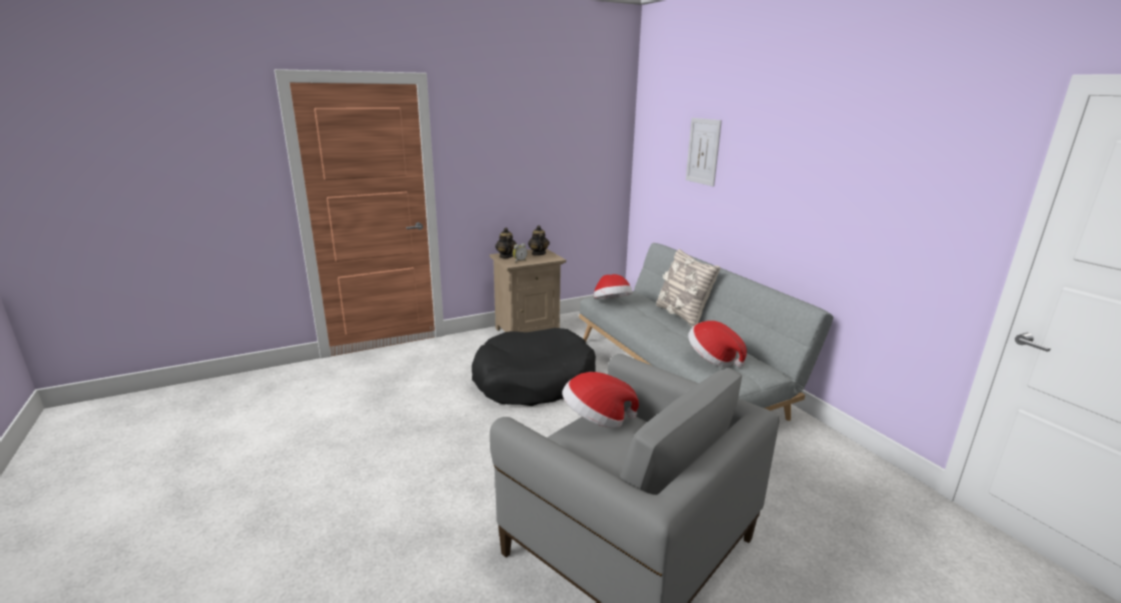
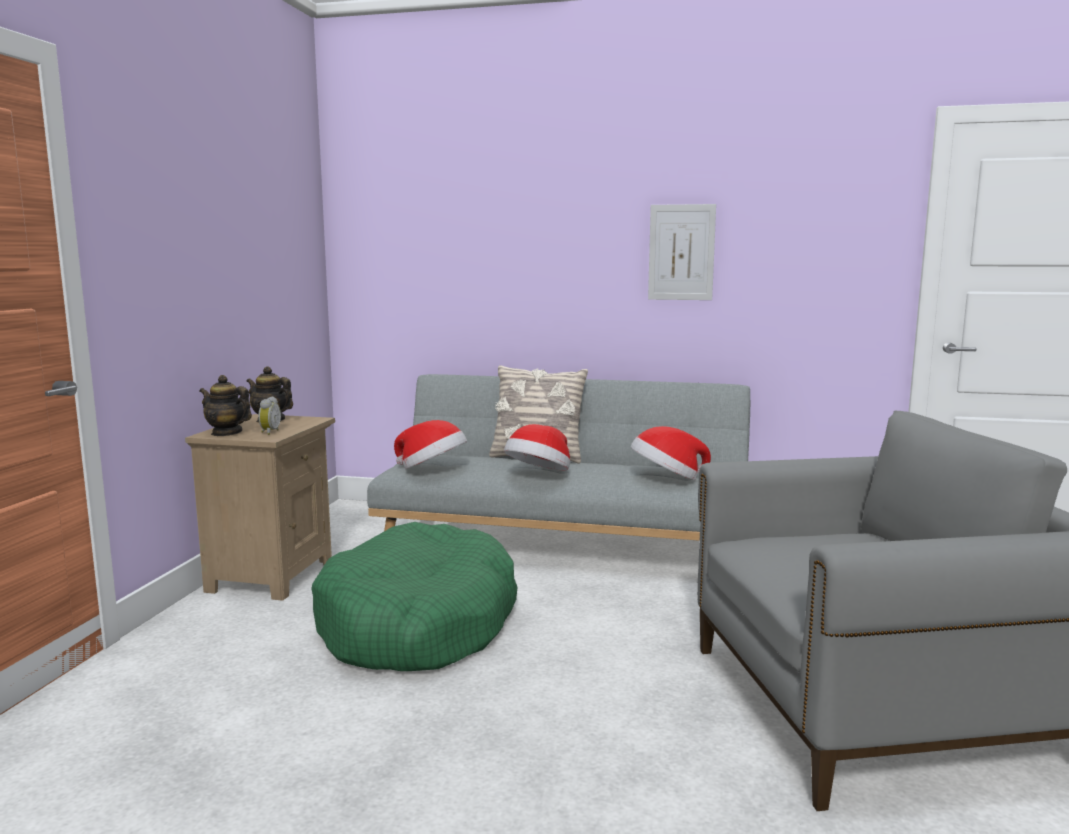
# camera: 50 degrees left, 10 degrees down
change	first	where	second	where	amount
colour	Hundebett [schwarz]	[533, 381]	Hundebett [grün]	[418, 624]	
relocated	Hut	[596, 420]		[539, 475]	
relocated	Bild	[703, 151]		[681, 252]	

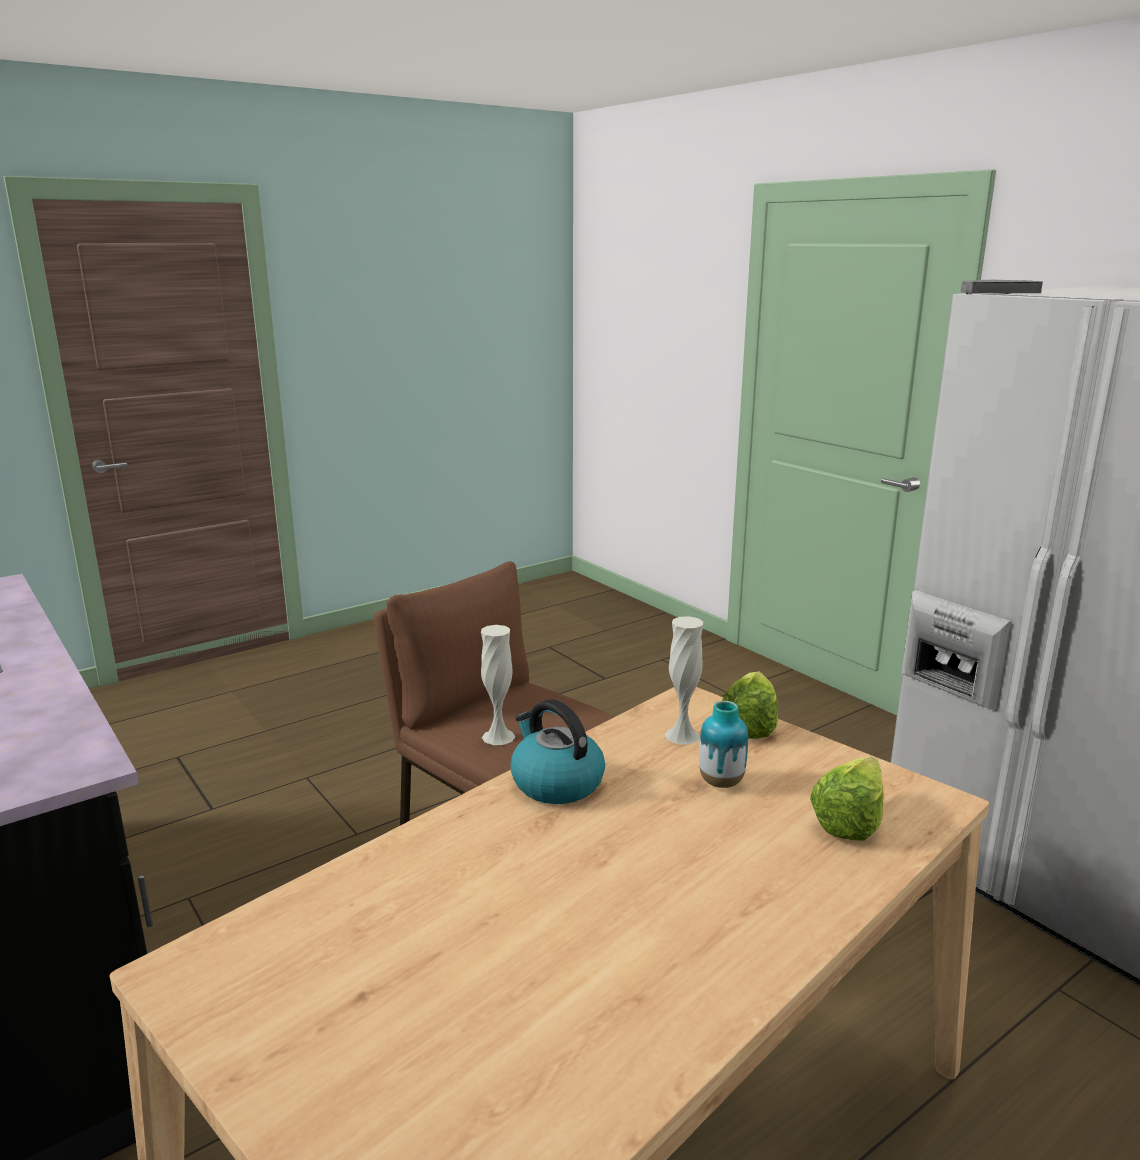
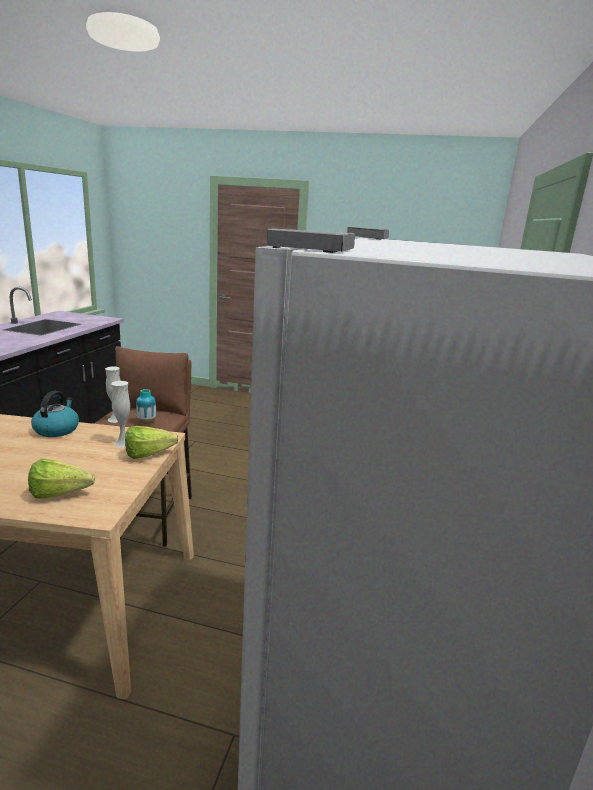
# camera: 50 degrees right, 0 degrees up
change	first	where	second	where	amount
relocated	Vase	[721, 782]		[146, 423]	

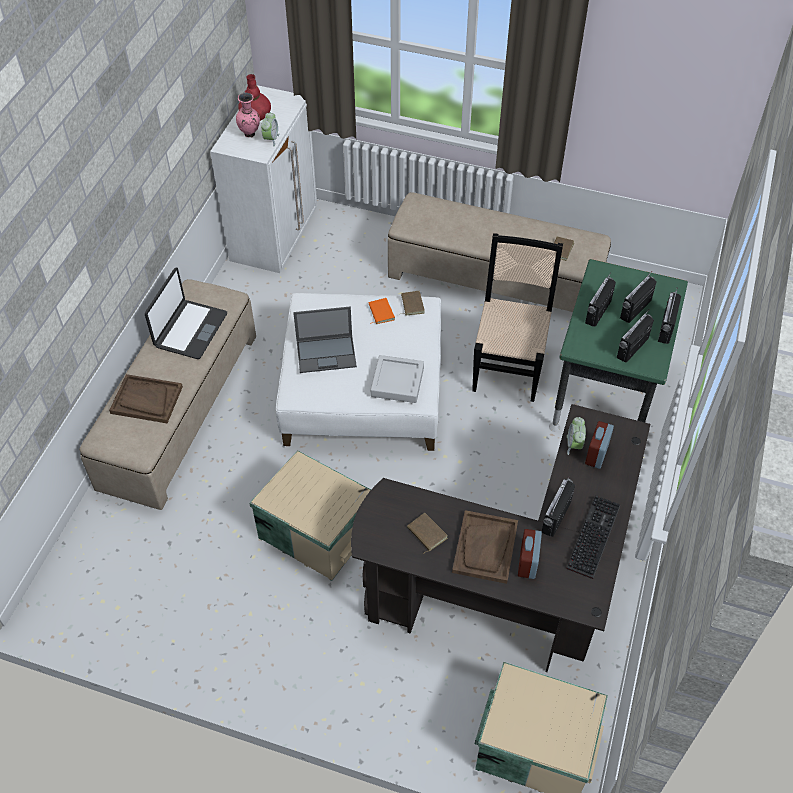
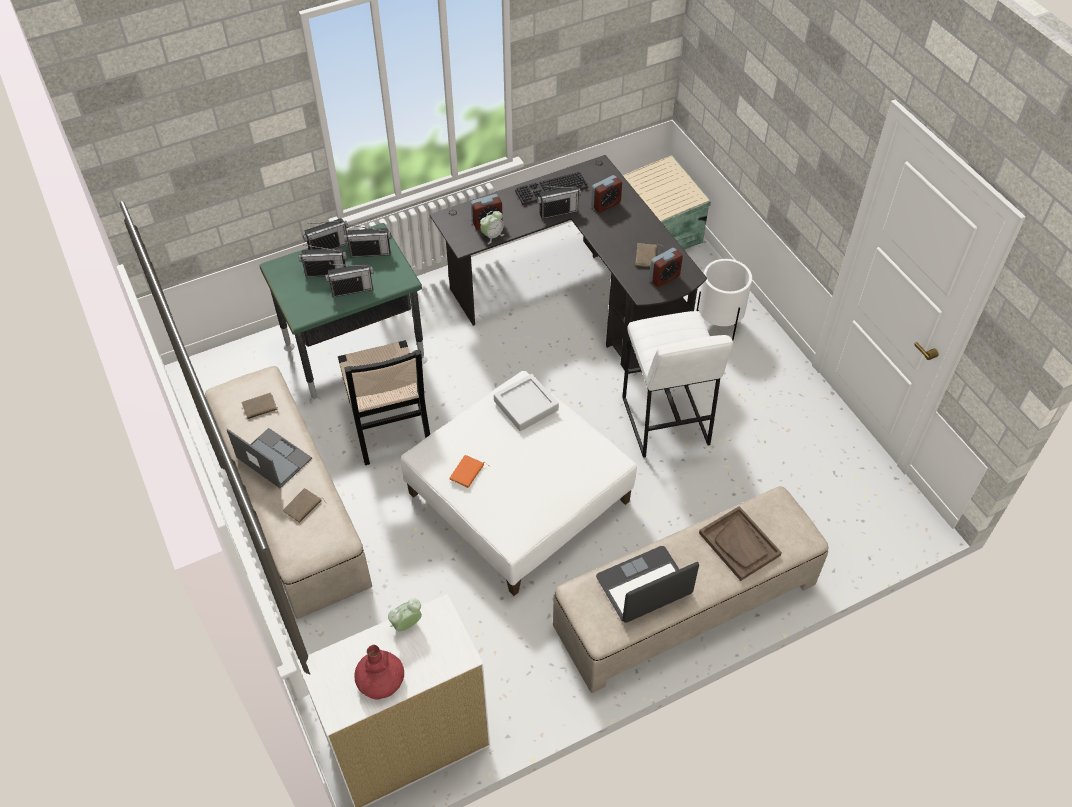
# camera: 135 degrees left, 0 degrees up
change	first	where	second	where	amount
missing	Vase [rosa]	[250, 135]			
exchanged	Aufbewahrungsbox [beige]	[316, 529]	Hocker [weiß]	[666, 422]	
relocated	Laptop	[327, 353]		[273, 458]	
relocated	Buch [braun]	[411, 304]		[303, 507]	
missing	Tablett [braun]	[485, 548]			
spun	Stuhl	[509, 366]		[389, 425]	75 degrees counterclockwise
appeared			Wecker	[664, 278]	
appeared			Pflanzkübel [weiß]	[718, 324]	

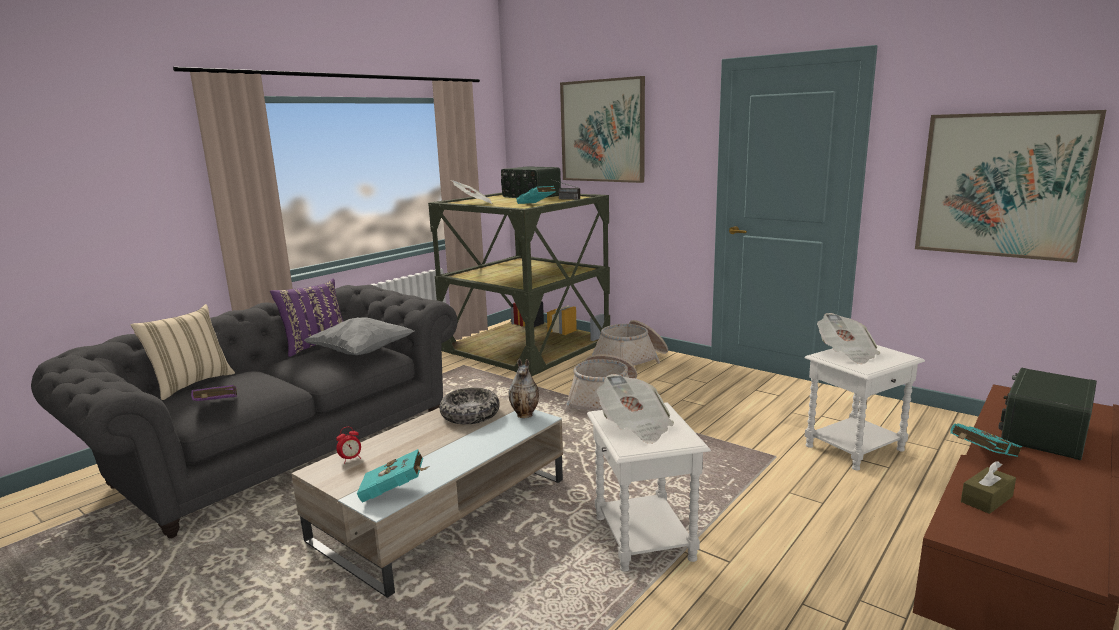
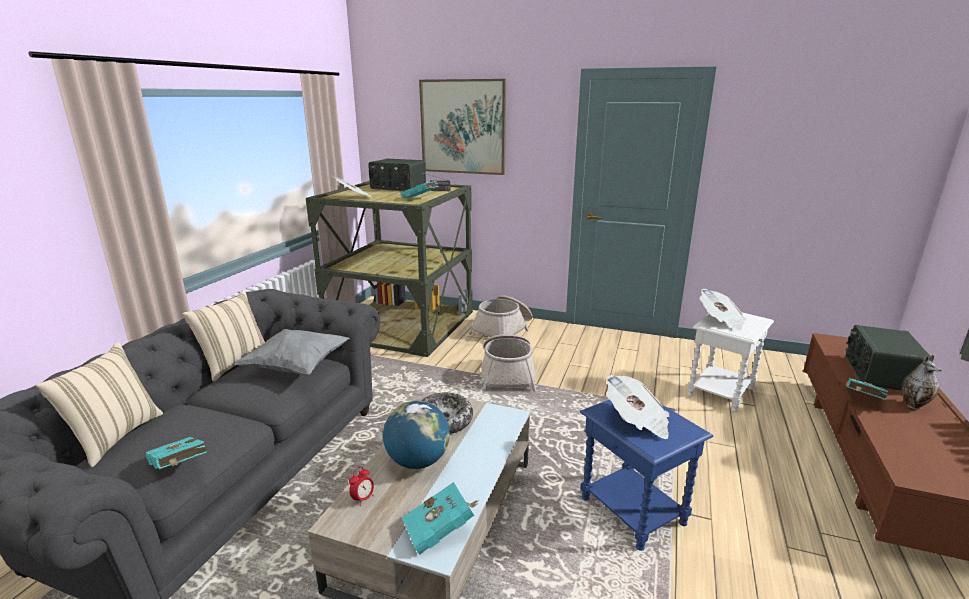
# camera: 20 degrees left, 5 degrees up
change	first	where	second	where	amount
colour	Buch [lila]	[216, 408]	Buch [türkis]	[179, 468]	
colour	Kissen [lila]	[315, 346]	Kissen [beige]	[234, 363]	
relocated	Vase	[525, 415]		[913, 405]	
colour	Beistelltisch [weiß]	[645, 537]	Beistelltisch [blau]	[633, 510]	
missing	Bild	[1002, 185]			
missing	Taschentuchbox [braun]	[986, 499]			
appeared			Globus	[417, 461]	

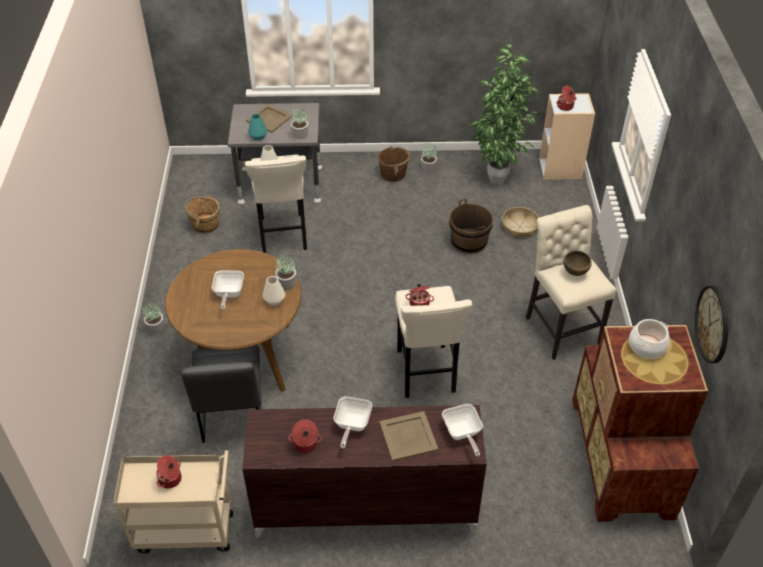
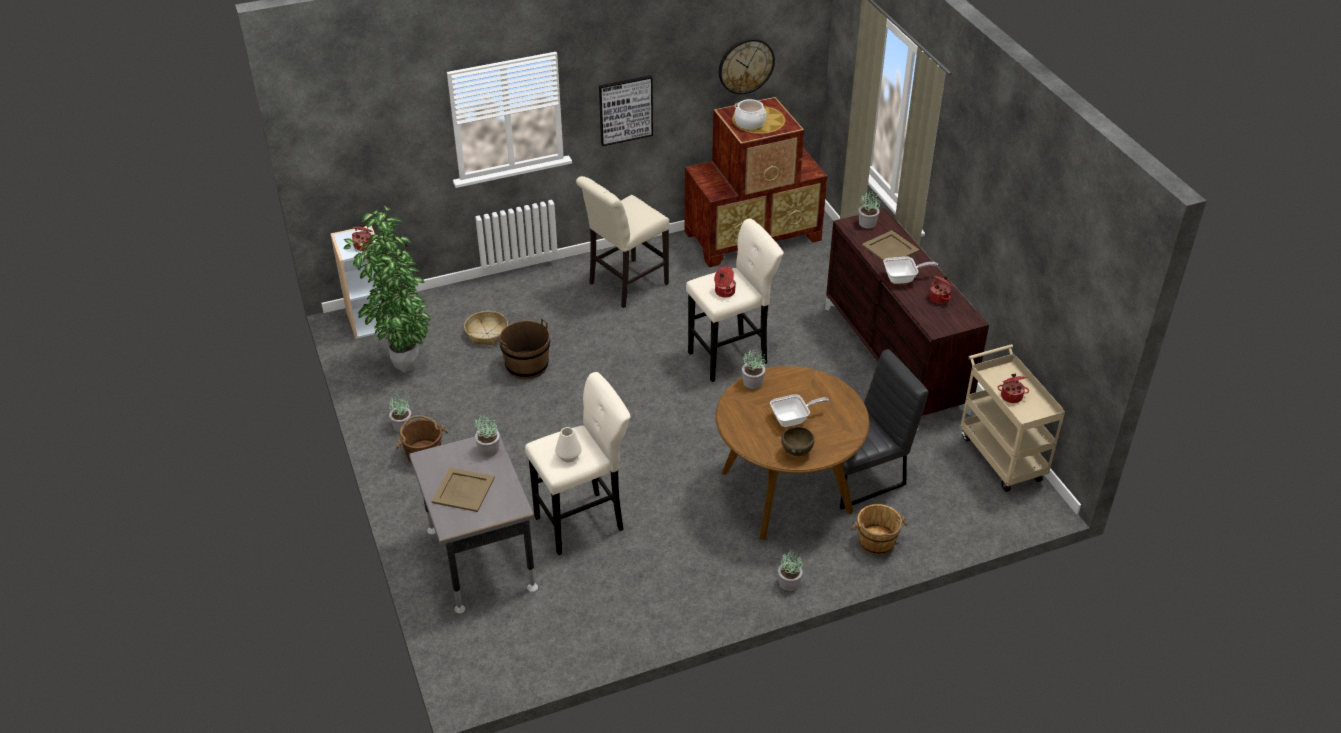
# camera: 110 degrees left, 5 degrees down
change	first	where	second	where	amount
relocated	Eimer [braun]	[205, 224]		[876, 542]	
missing	Vase [türkis]	[258, 136]			
missing	Vase [weiß]	[274, 300]			
exchanged	Pfanne	[462, 434]	Topfpflanze	[867, 223]	
relocated	Schüssel [braun]	[575, 273]		[797, 452]	
appeared			Bild	[625, 110]	

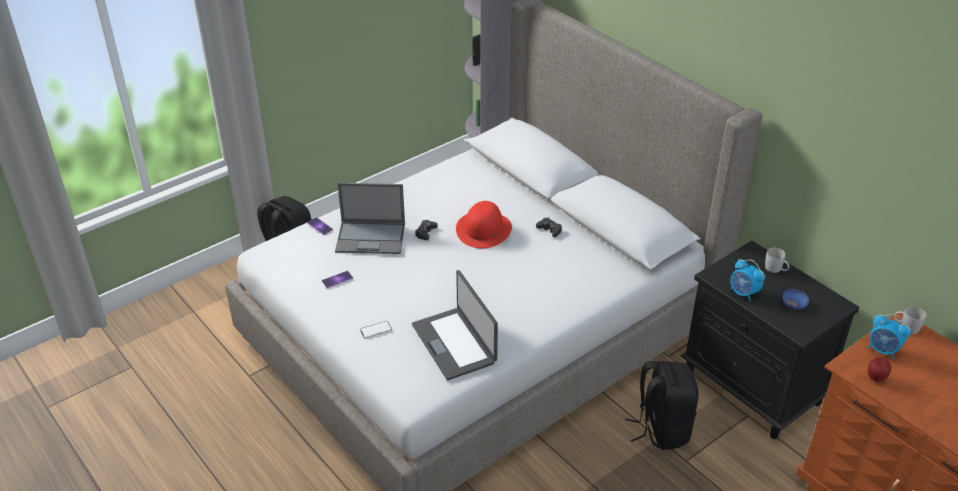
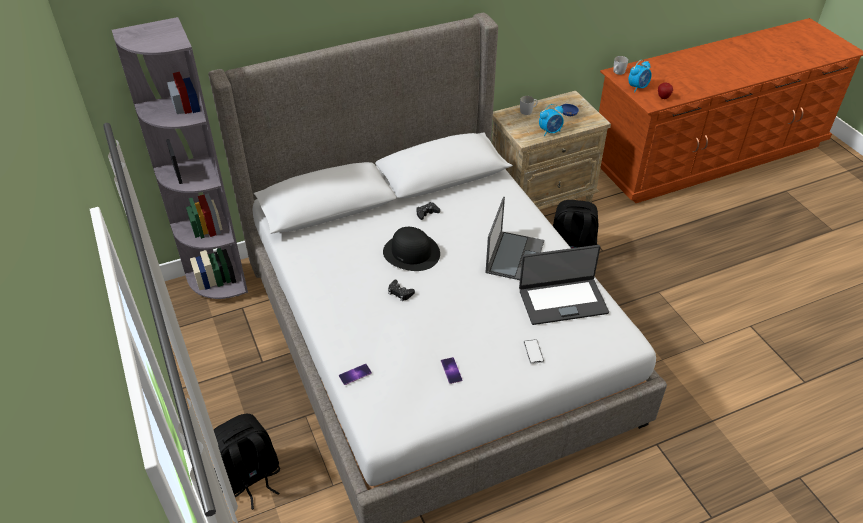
# camera: 75 degrees left, 5 degrees up
change	first	where	second	where	amount
relocated	Laptop	[371, 237]		[515, 256]	
colour	Hut [rot]	[484, 229]	Hut [schwarz]	[411, 252]	
colour	Nachttisch [schwarz]	[753, 388]	Nachttisch [beige]	[541, 198]	

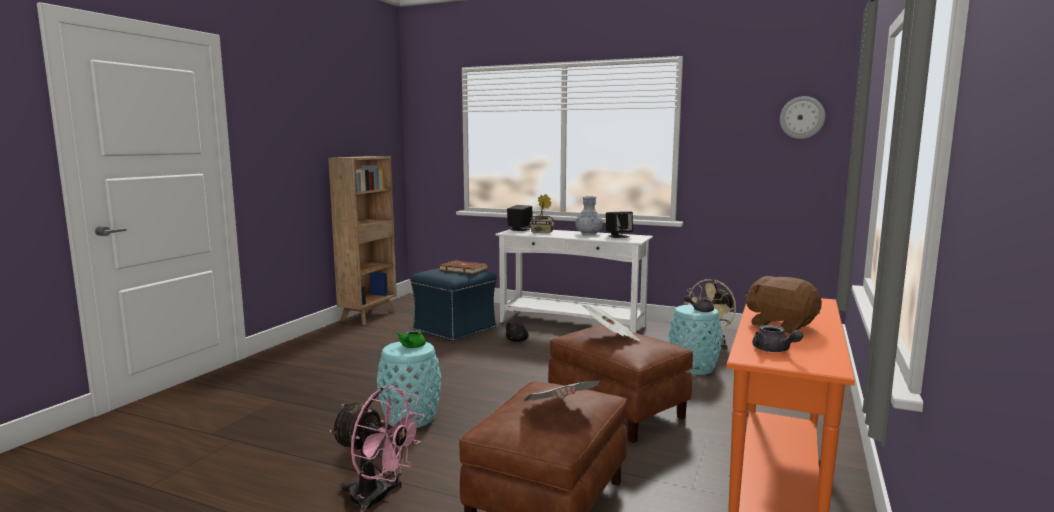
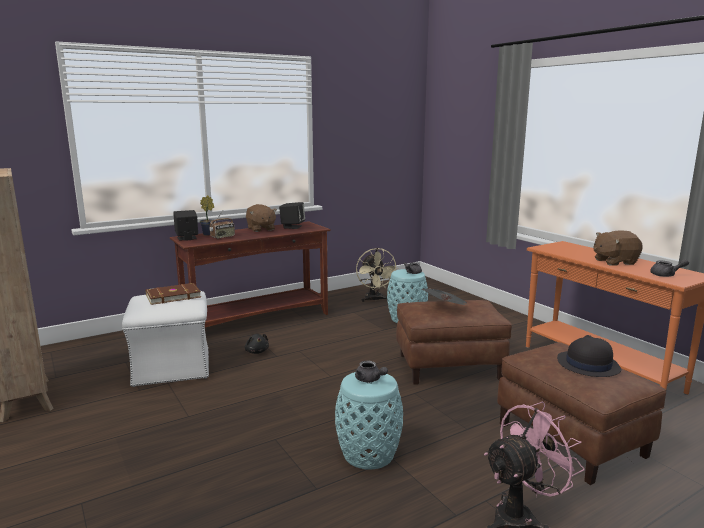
# camera: 55 degrees left, 5 degrees up
change	first	where	second	where	amount
colour	Teekanne [grün]	[411, 347]	Teekanne [grau]	[370, 380]	
colour	Polsterhocker [blau]	[455, 329]	Polsterhocker [weiß]	[173, 367]	
colour	Konsolentisch [weiß]	[572, 324]	Konsolentisch [braun]	[257, 320]	
exchanged	Zeitung	[560, 411]	Hut [schwarz]	[587, 364]	
exchanged	Vase	[588, 233]	Plüschtier [braun]	[260, 229]	
missing	Wanduhr	[802, 117]			

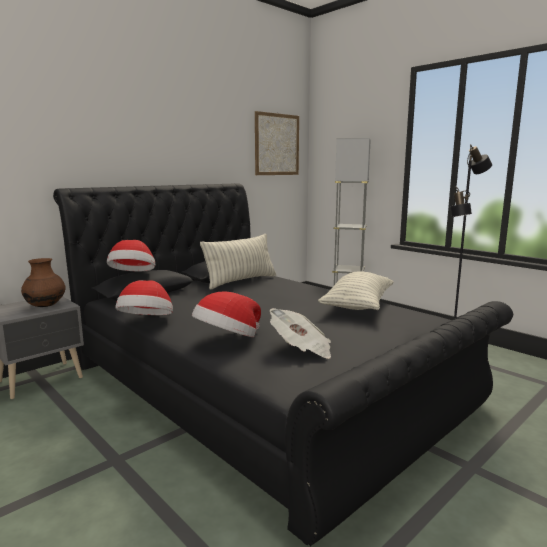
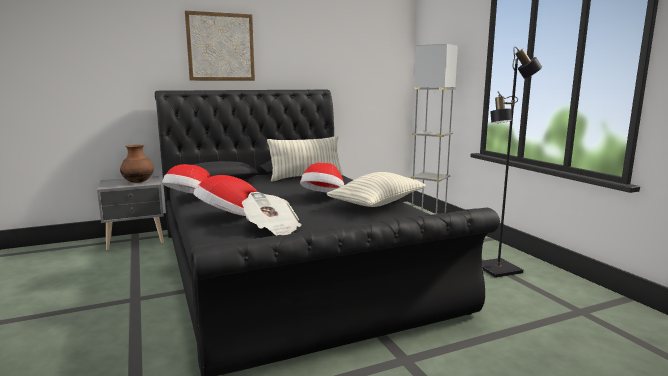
# camera: 20 degrees right, 0 degrees up
change	first	where	second	where	amount
relocated	Hut	[133, 275]		[323, 197]	
relocated	Bild	[277, 144]		[220, 46]	

